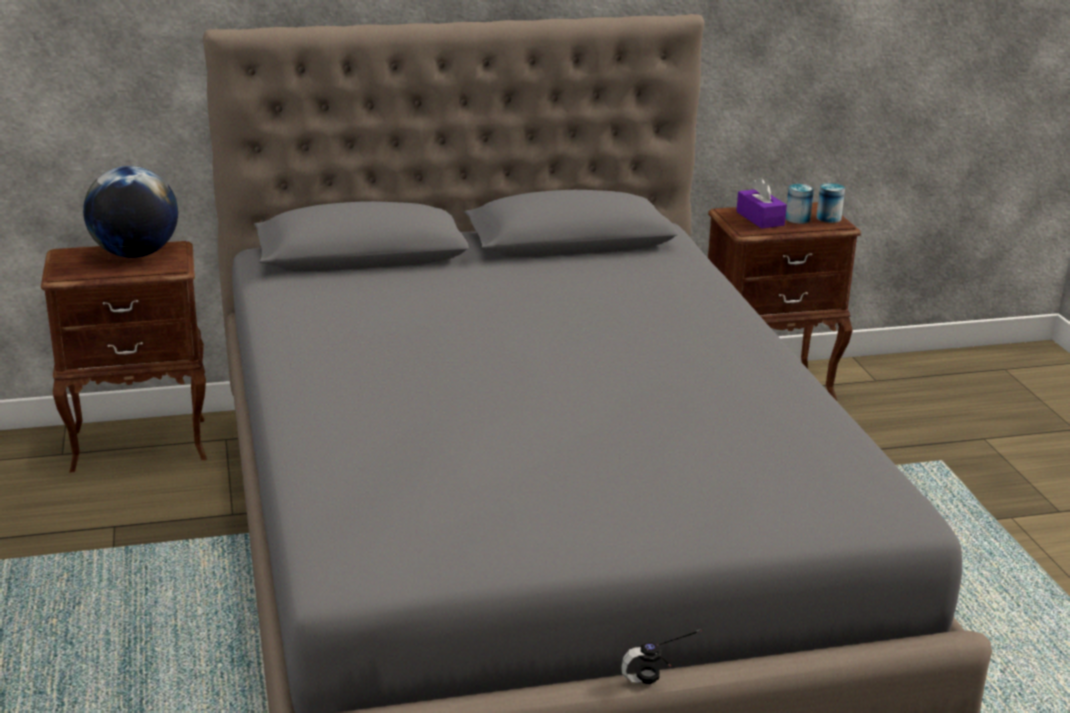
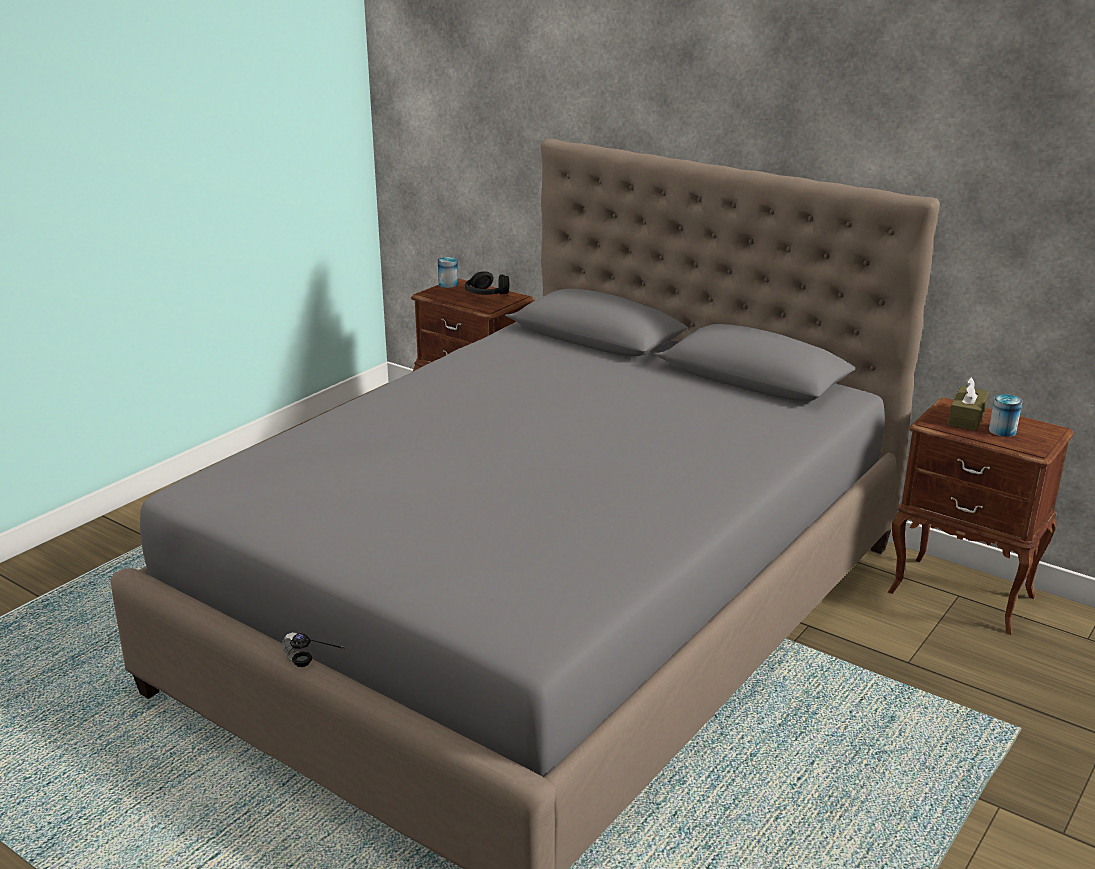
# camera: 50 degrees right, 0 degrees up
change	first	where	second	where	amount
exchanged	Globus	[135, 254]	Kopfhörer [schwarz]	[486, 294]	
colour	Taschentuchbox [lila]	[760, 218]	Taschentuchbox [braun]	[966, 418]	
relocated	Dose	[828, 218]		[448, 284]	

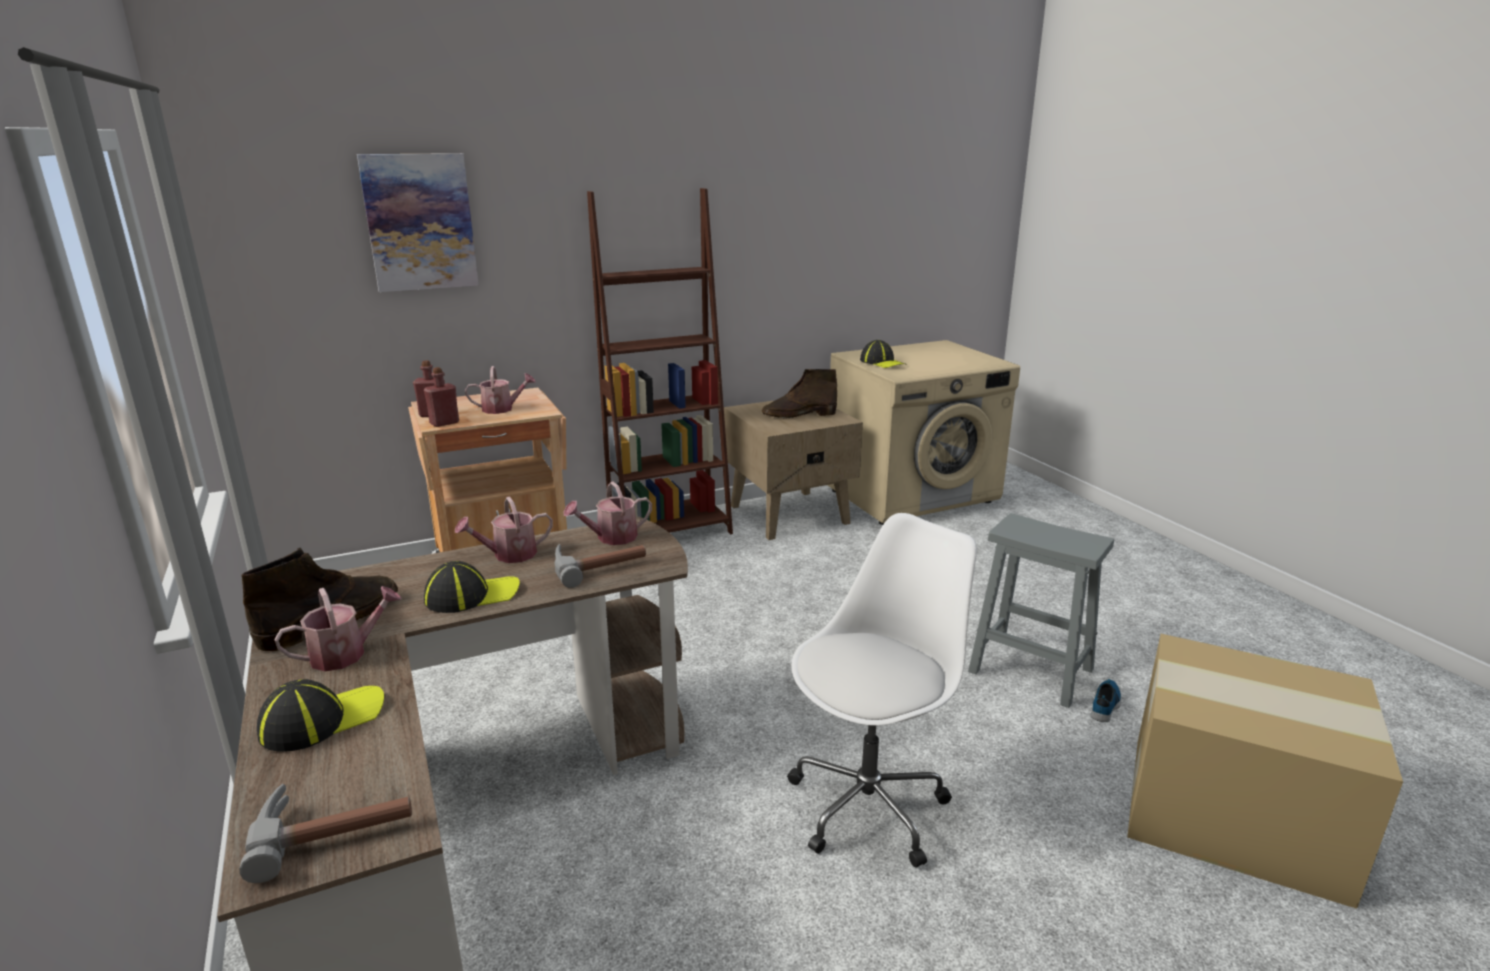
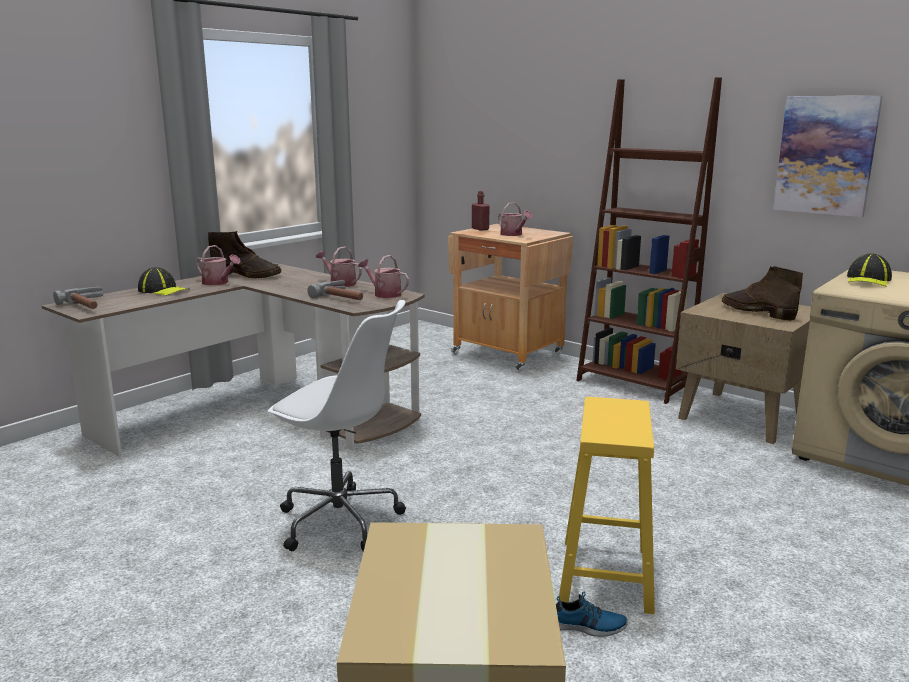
# camera: 65 degrees right, 5 degrees down
change	first	where	second	where	amount
relocated	Bild	[420, 222]		[825, 155]	
missing	Flasche [rot]	[444, 423]			
missing	Kappe	[472, 595]			
colour	Hocker [grau]	[1033, 671]	Hocker [gelb]	[606, 576]	

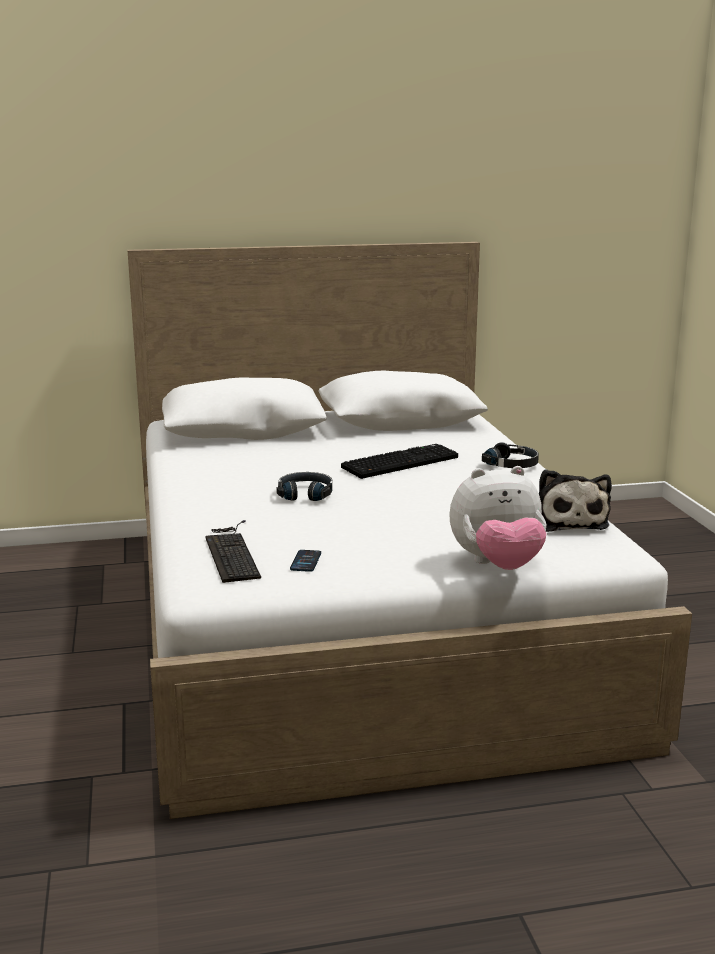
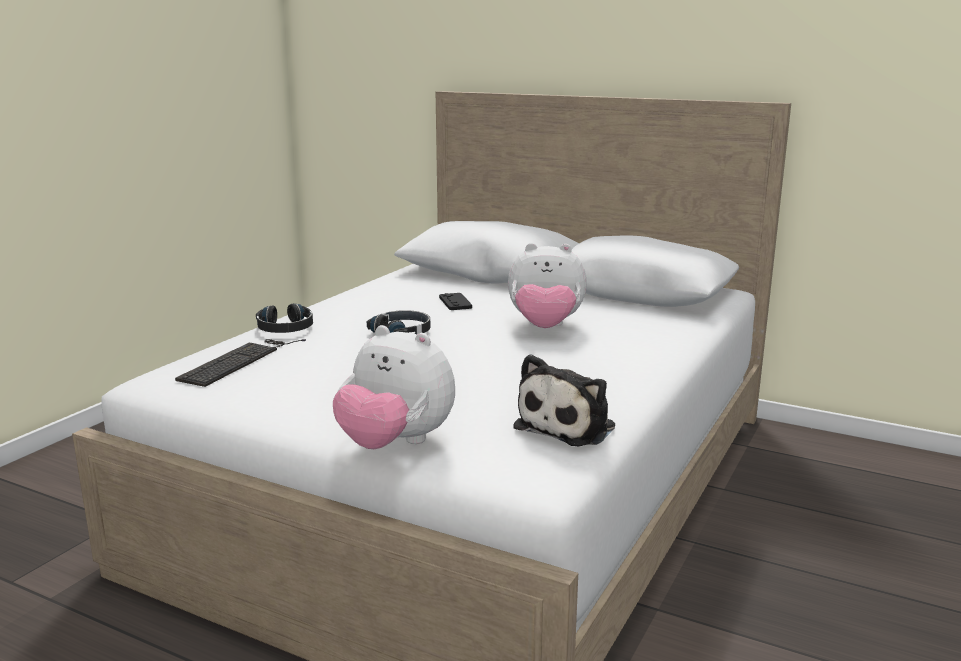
# camera: 40 degrees right, 0 degrees up
change	first	where	second	where	amount
missing	Handy	[305, 561]			
exchanged	Tastatur	[400, 462]	Plüschtier	[545, 327]	
relocated	Kopfhörer [schwarz]	[512, 464]		[285, 328]	
appeared			Gamepad [schwarz]	[455, 302]	

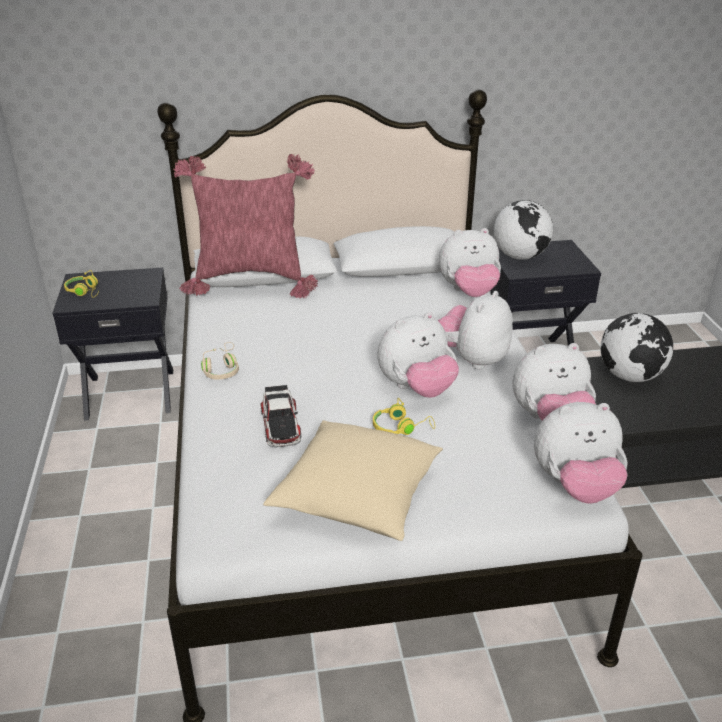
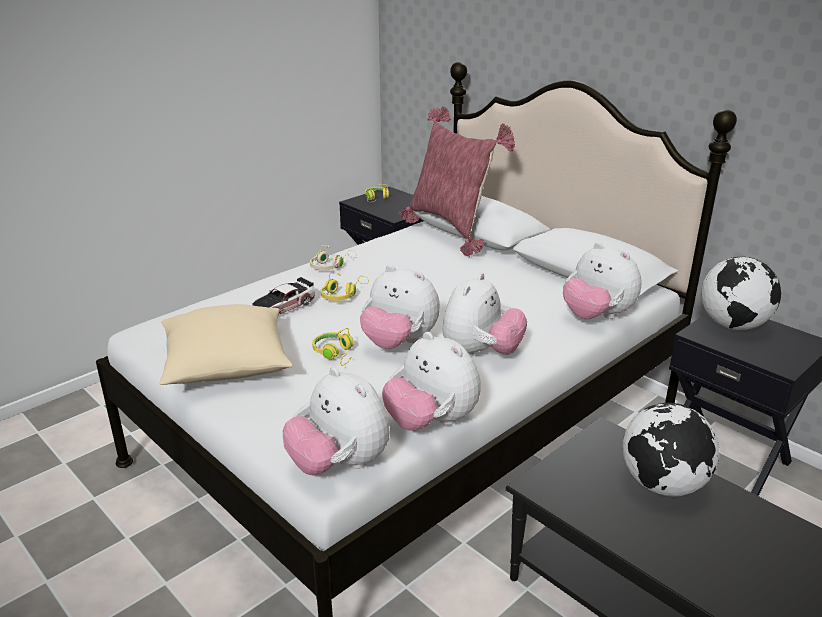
# camera: 55 degrees right, 5 degrees down
change	first	where	second	where	amount
spun	Plüschtier	[472, 359]		[481, 353]	120 degrees clockwise
appeared			Kopfhörer [gelb]	[342, 294]	

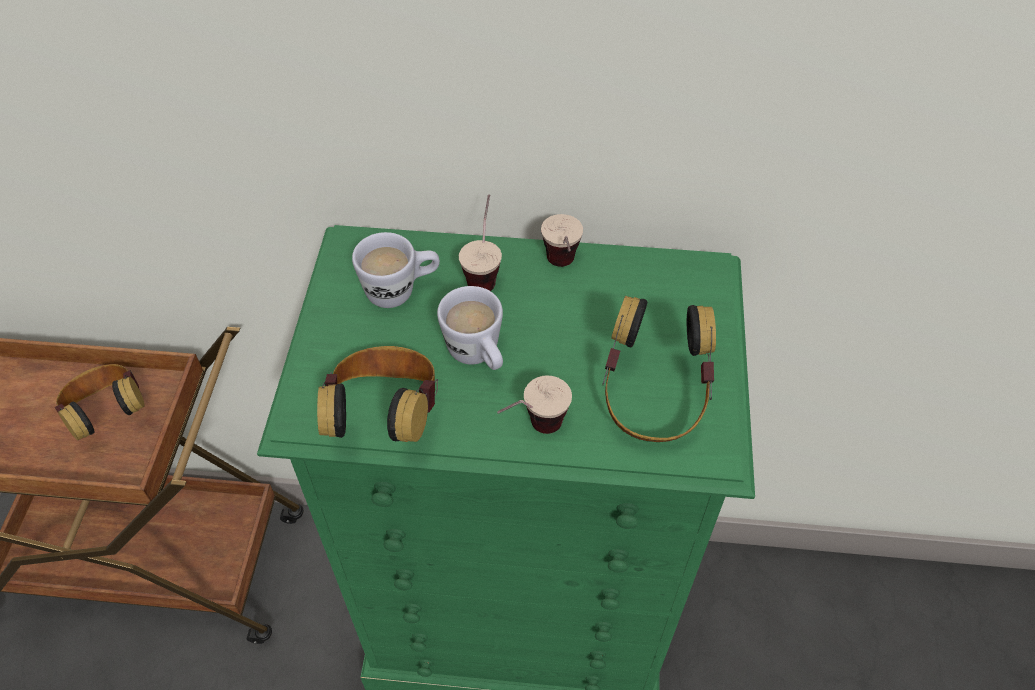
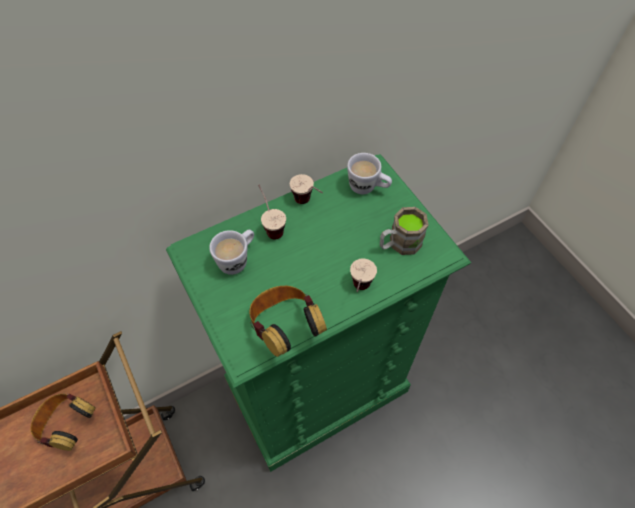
# camera: 35 degrees left, 5 degrees up
change	first	where	second	where	amount
relocated	Henkelbecher [weiß]	[478, 356]		[368, 188]	
exchanged	Kopfhörer	[653, 400]	Henkelbecher [braun]	[399, 244]	

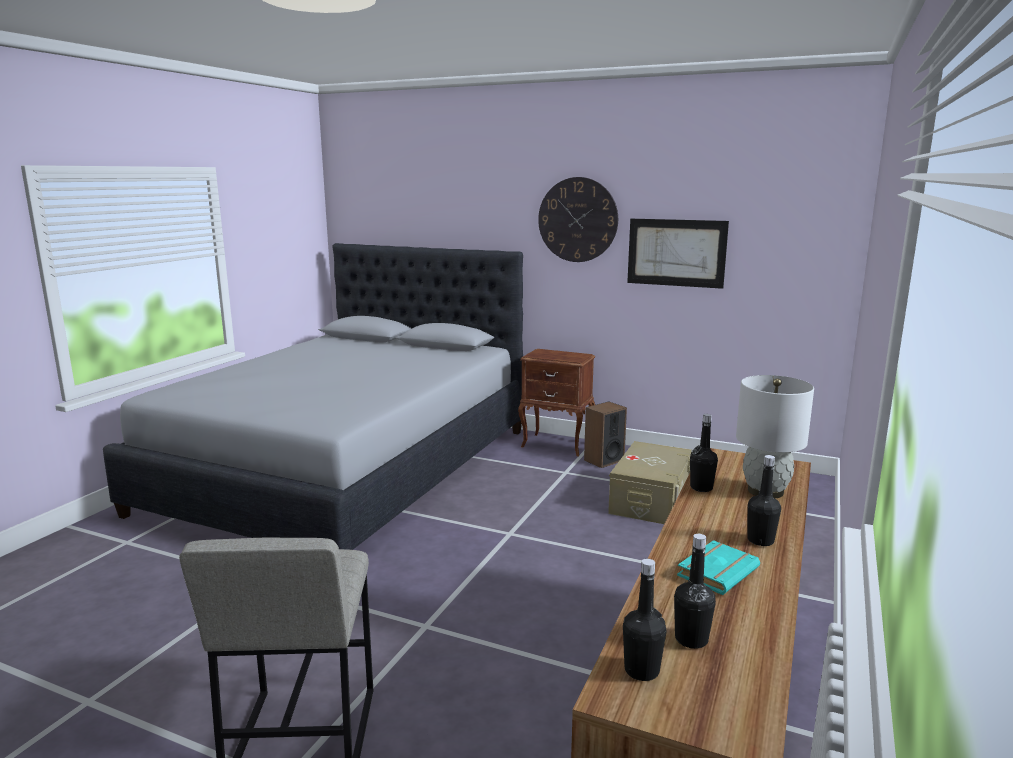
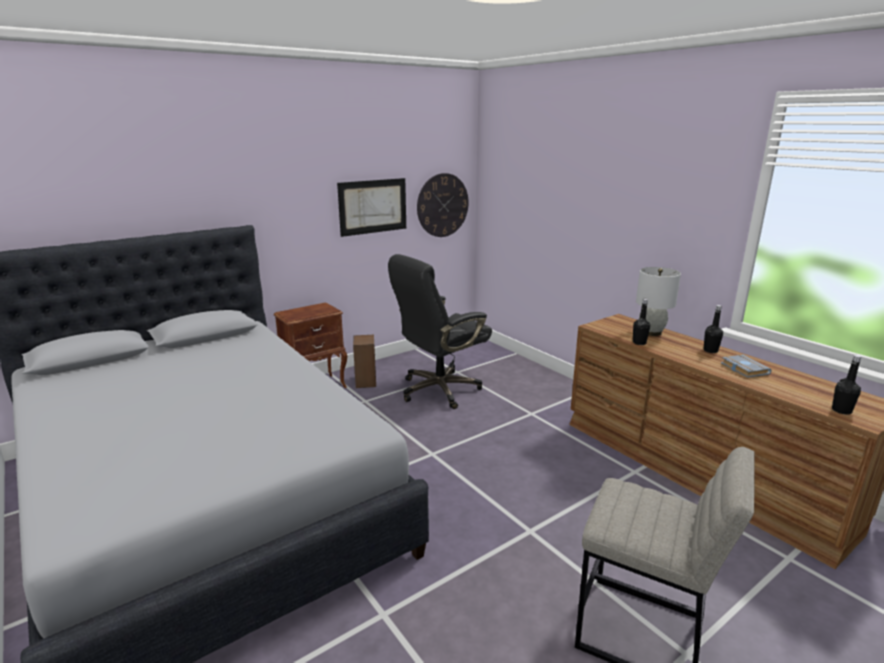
# camera: 60 degrees left, 5 degrees up
change	first	where	second	where	amount
relocated	Wanduhr	[577, 220]		[442, 205]	
exchanged	Aufbewahrungsbox [beige]	[650, 500]	Bürostuhl [schwarz]	[441, 389]	
missing	Flasche [schwarz]	[691, 639]			
colour	Buch [türkis]	[716, 571]	Buch [grau]	[743, 369]	

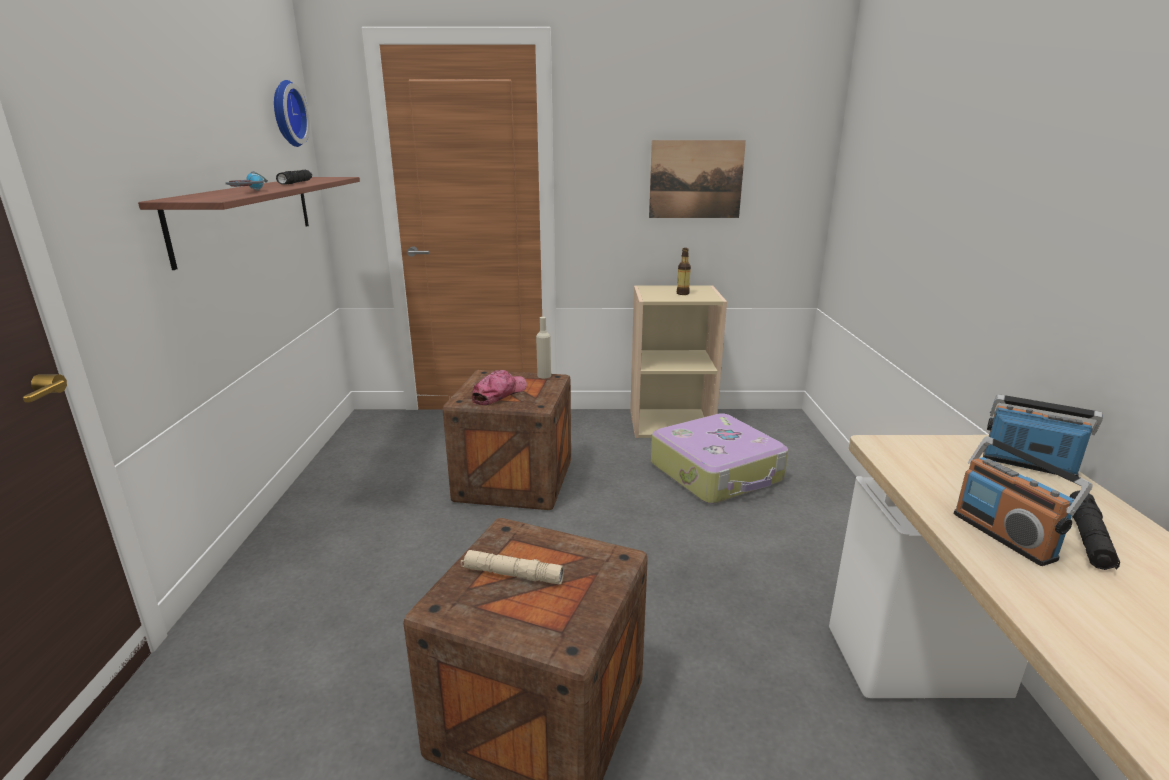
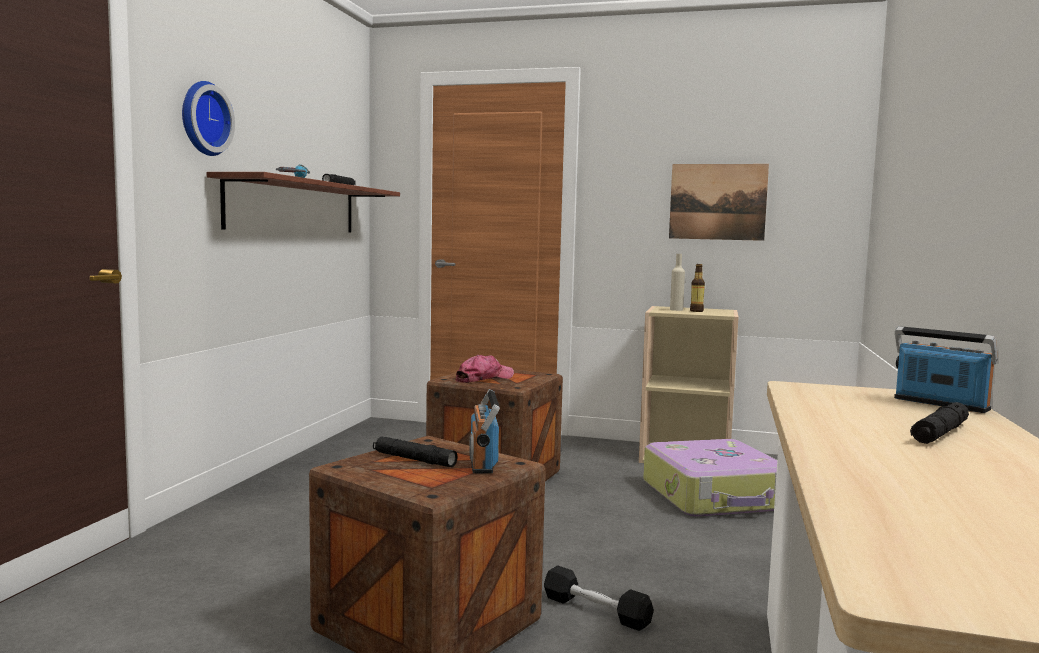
# camera: 15 degrees right, 15 degrees down
change	first	where	second	where	amount
relocated	Wanduhr	[286, 114]		[202, 119]	
colour	Taschenlampe [beige]	[512, 574]	Taschenlampe [schwarz]	[414, 459]	
relocated	Flasche [beige]	[544, 376]		[676, 310]	
relocated	Radio	[1004, 535]		[482, 462]	
appeared			Hantel [schwarz]	[596, 611]	

